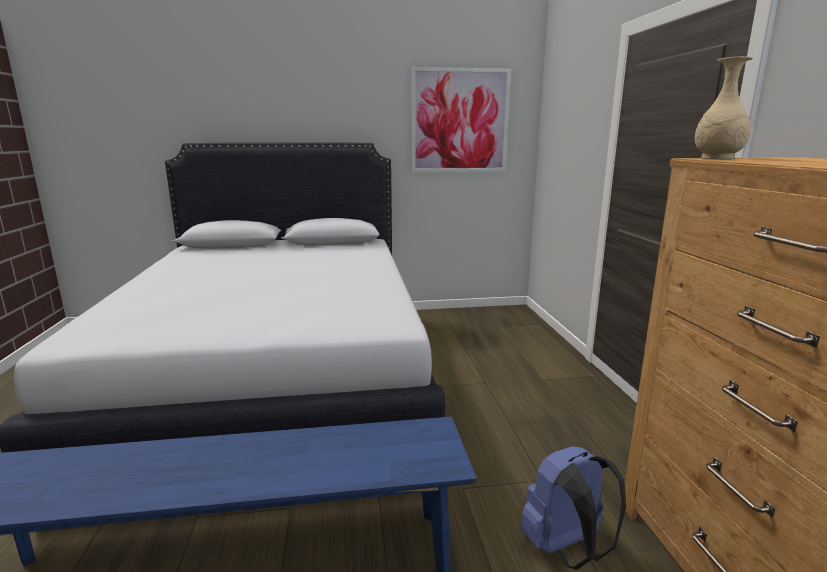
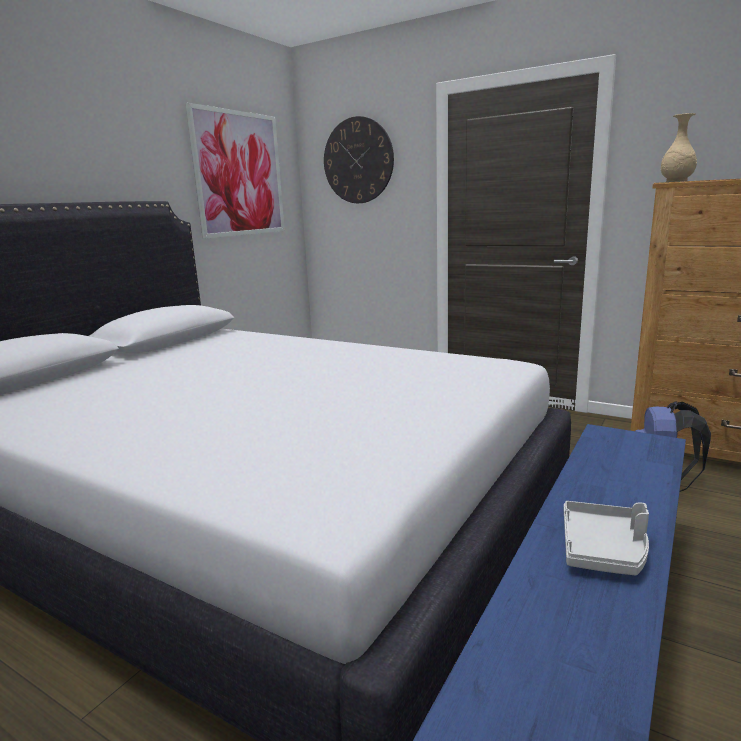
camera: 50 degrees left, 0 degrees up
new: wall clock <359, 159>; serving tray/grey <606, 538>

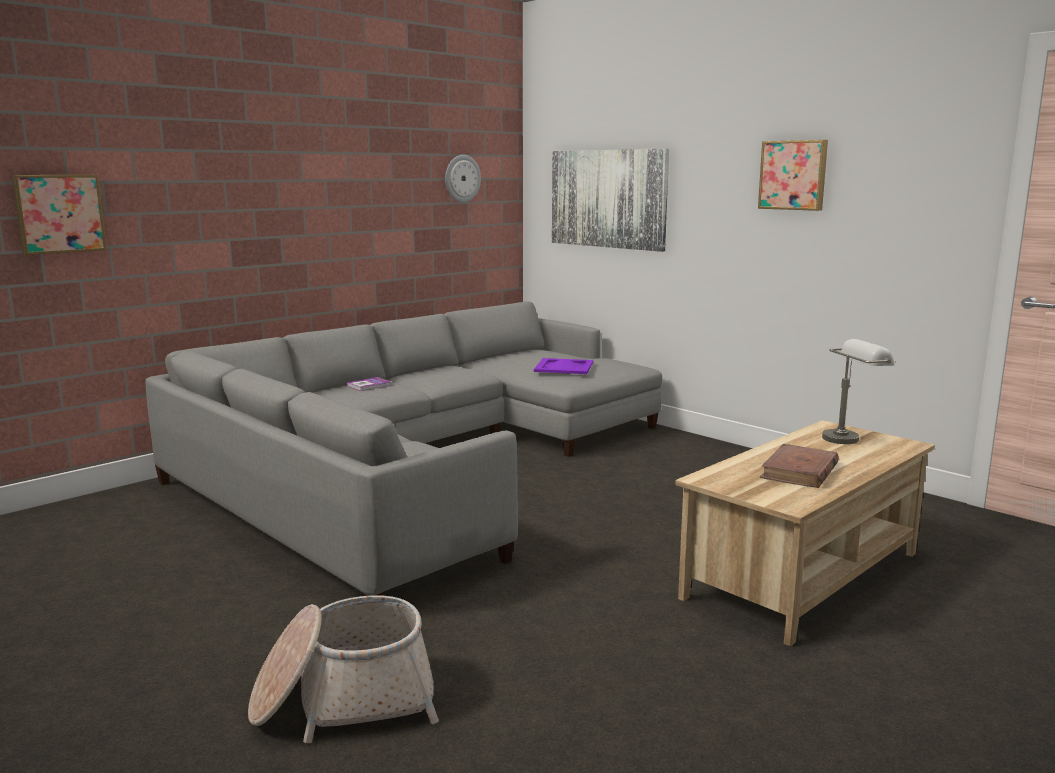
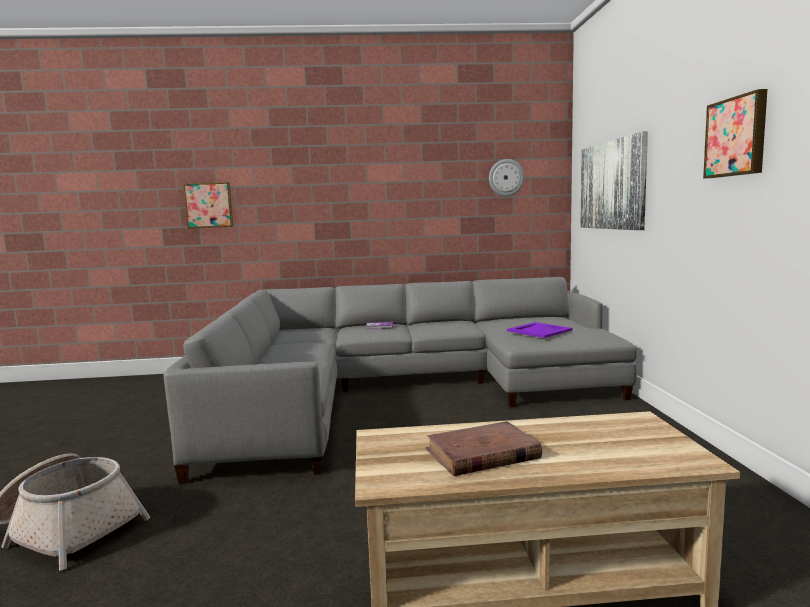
camera: 40 degrees right, 5 degrees down
gone: lamp for a table/grey <858, 391>

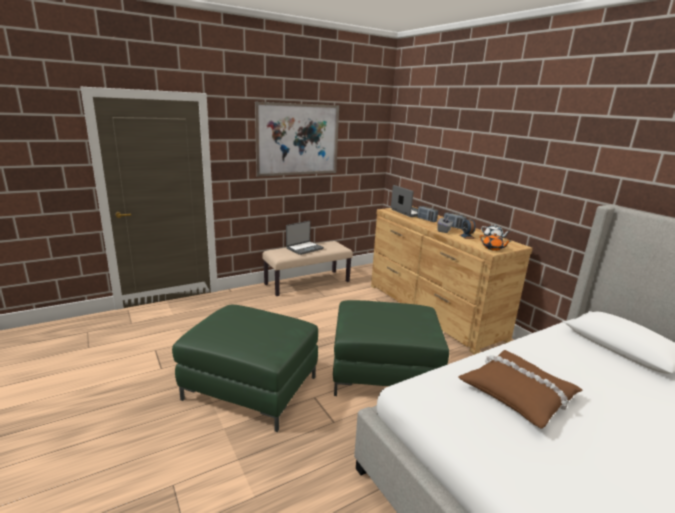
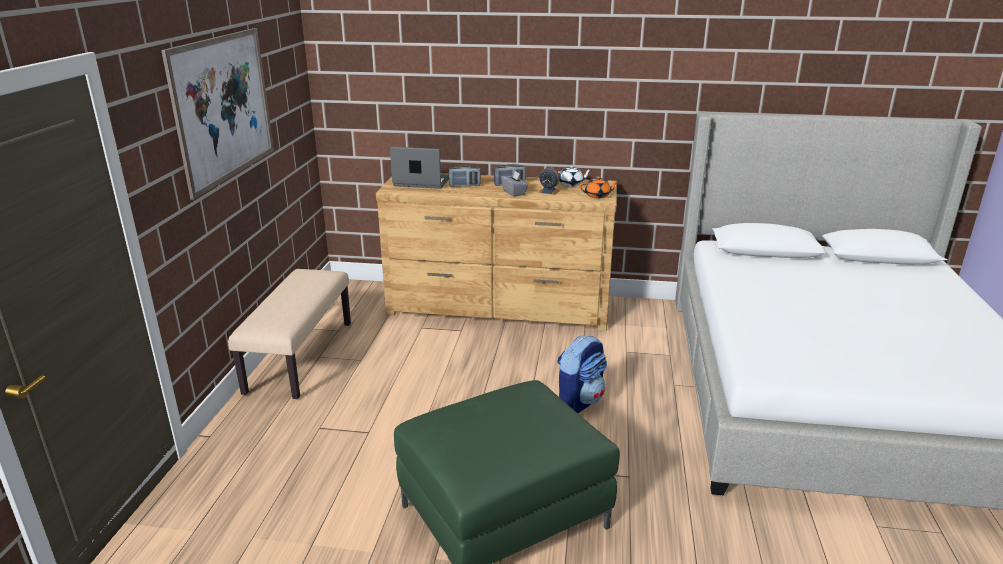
camera: 50 degrees left, 5 degrees up
gone: portable computer <305, 238>; cushion/brown <520, 389>
swapped: pouffe/green <391, 348> to backpack <582, 374>

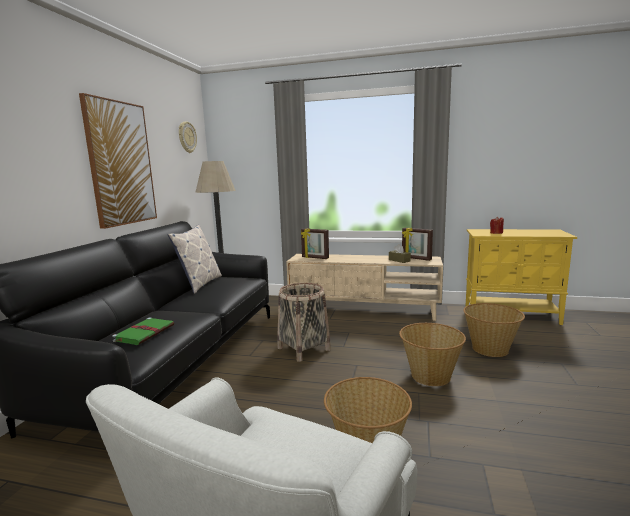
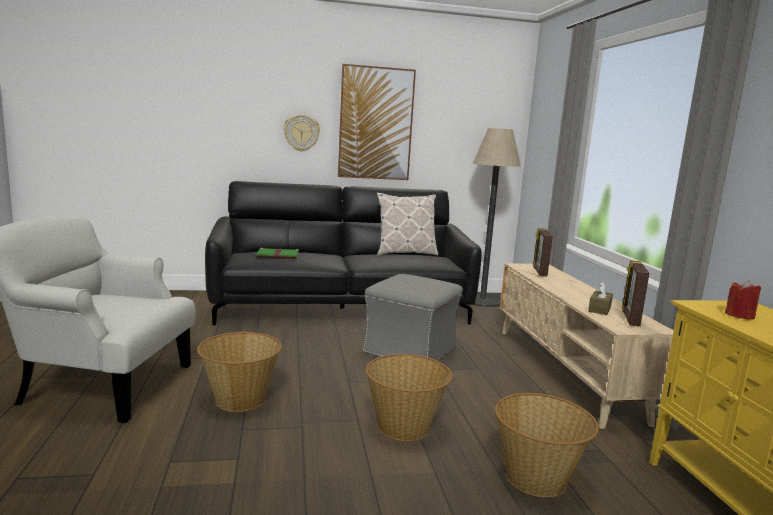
camera: 65 degrees right, 0 degrees up
shifted: wall clock <188, 137> to <301, 132>
swapped: basket <304, 322> to pouffe/grey <413, 317>

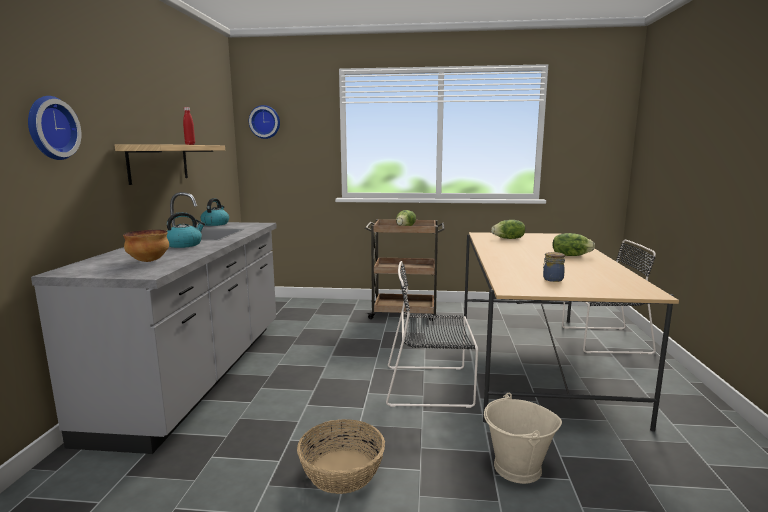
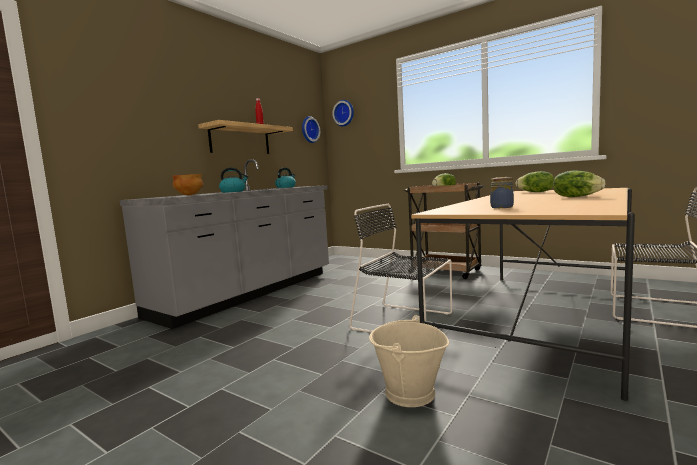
camera: 30 degrees right, 5 degrees down
gone: basket <341, 456>
shifted: wall clock <54, 128> to <311, 129>

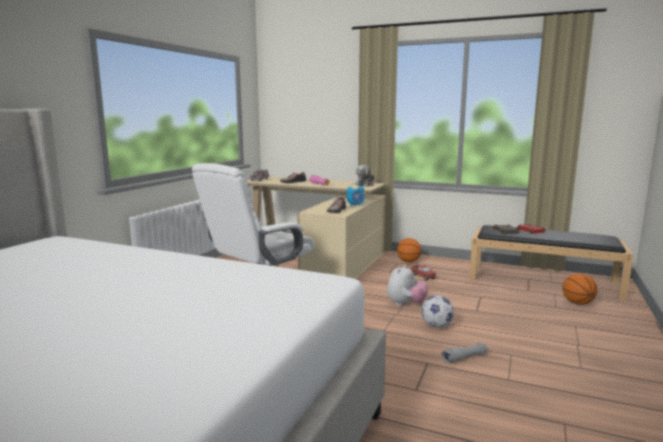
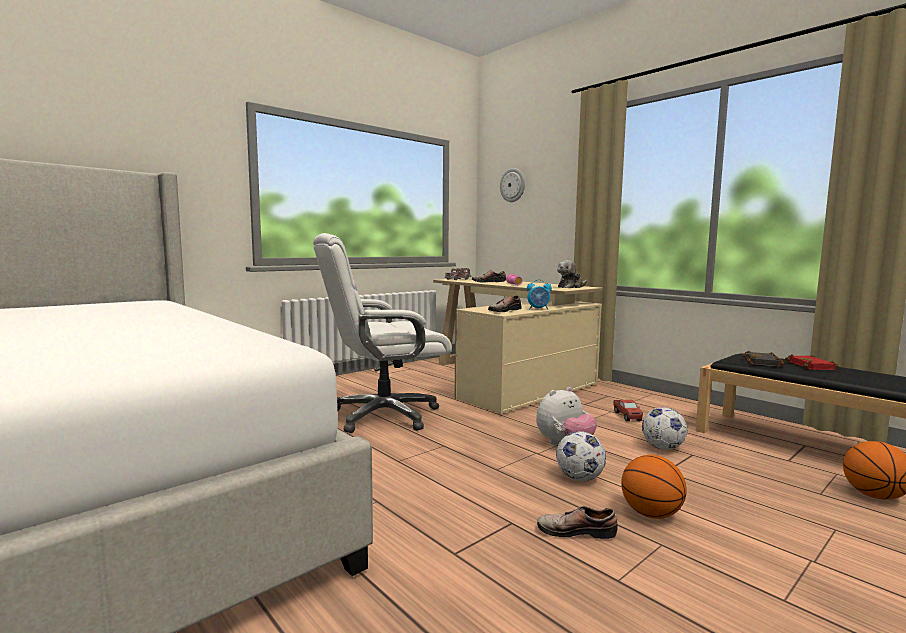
camera: 25 degrees right, 5 degrees down
new: wall clock <512, 185>; football ball <664, 428>
shifted: basketball ball <409, 250> to <654, 487>
swapped: hand torch/grey <464, 353> to item of footwear <577, 522>

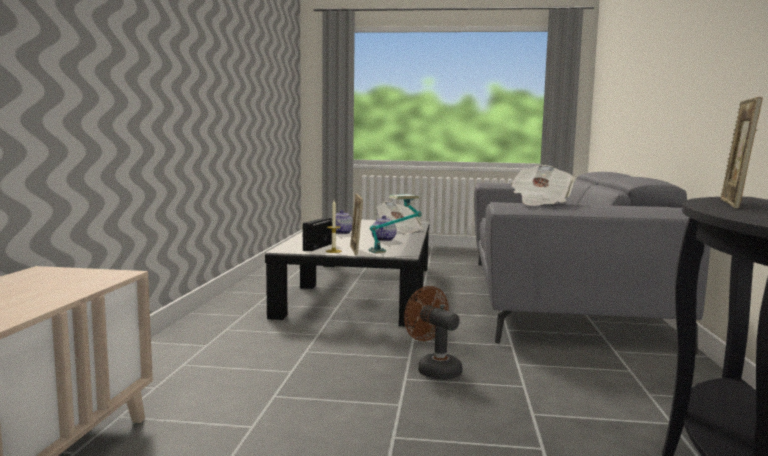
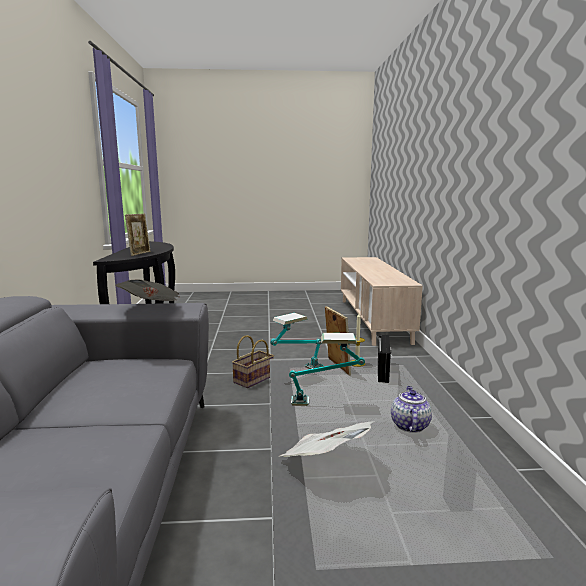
camera: 170 degrees right, 5 degrees up
swapped: tea pot <384, 228> to lamp for a table <327, 369>; fan/brown <433, 333> to basket <253, 361>

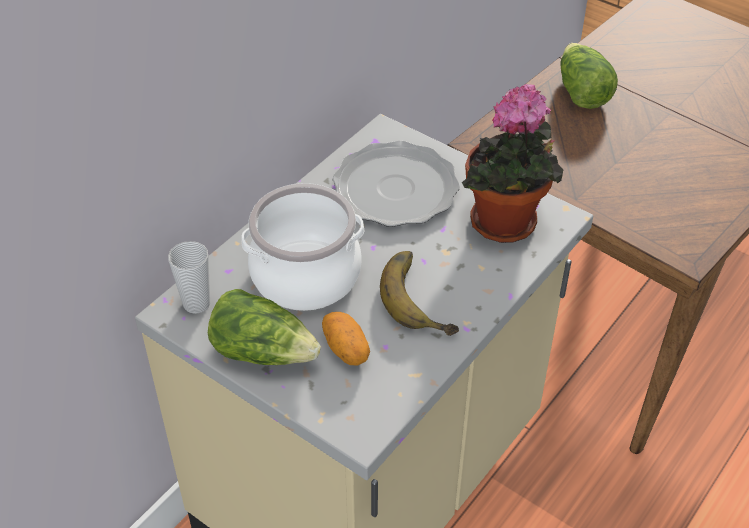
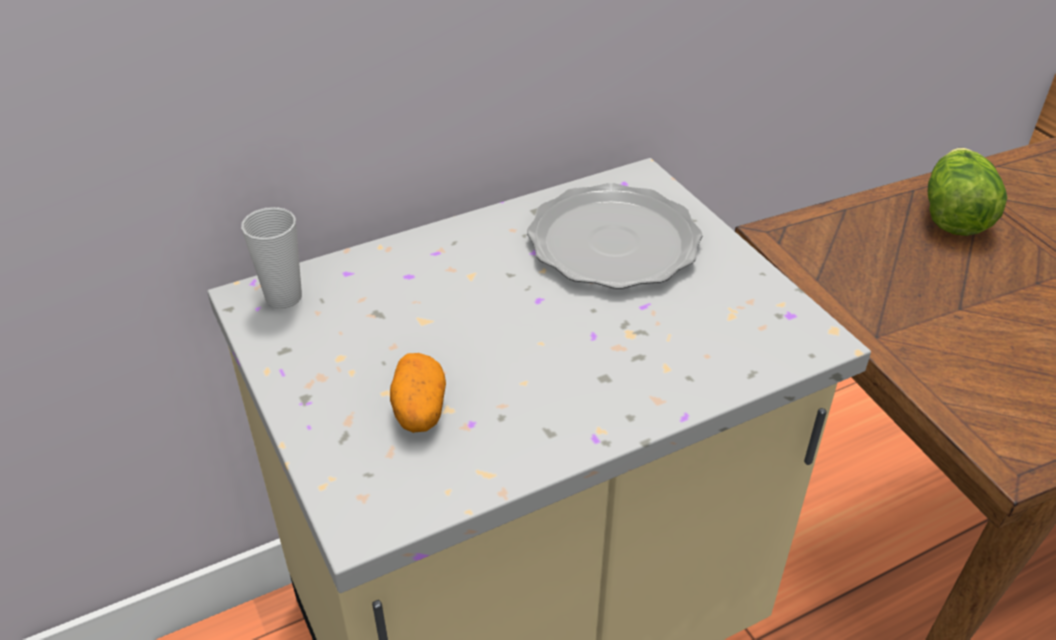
camera: 25 degrees right, 5 degrees down
gone: head of lettuce <264, 327>; stockpot <303, 247>; whole banana <419, 293>; potted plant <512, 163>

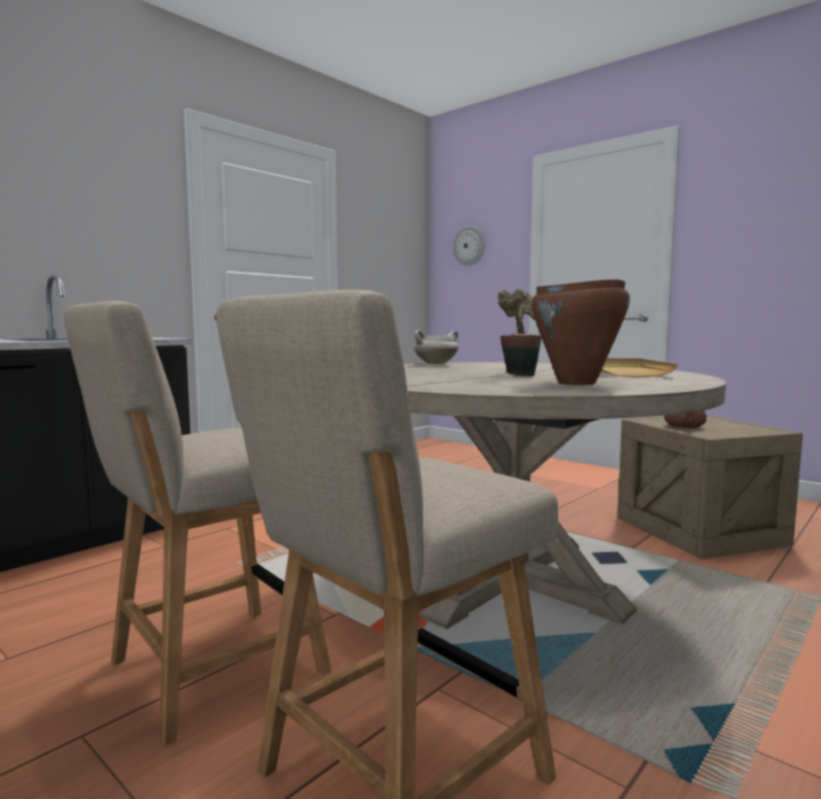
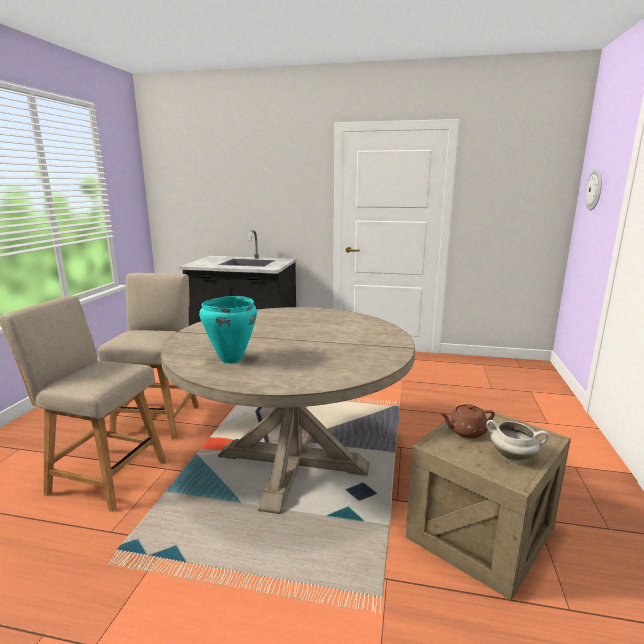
camera: 60 degrees right, 10 degrees up
gone: potted plant <520, 332>; serving tray/sand-coloured <639, 367>
shifted: stockpot/whitish <436, 347> to <517, 440>
repainted: stockpot/brown <580, 332> to stockpot/turquoise <228, 329>
rotated: plain chair/sand-coloured <197, 523> = <148, 356> 75 degrees clockwise

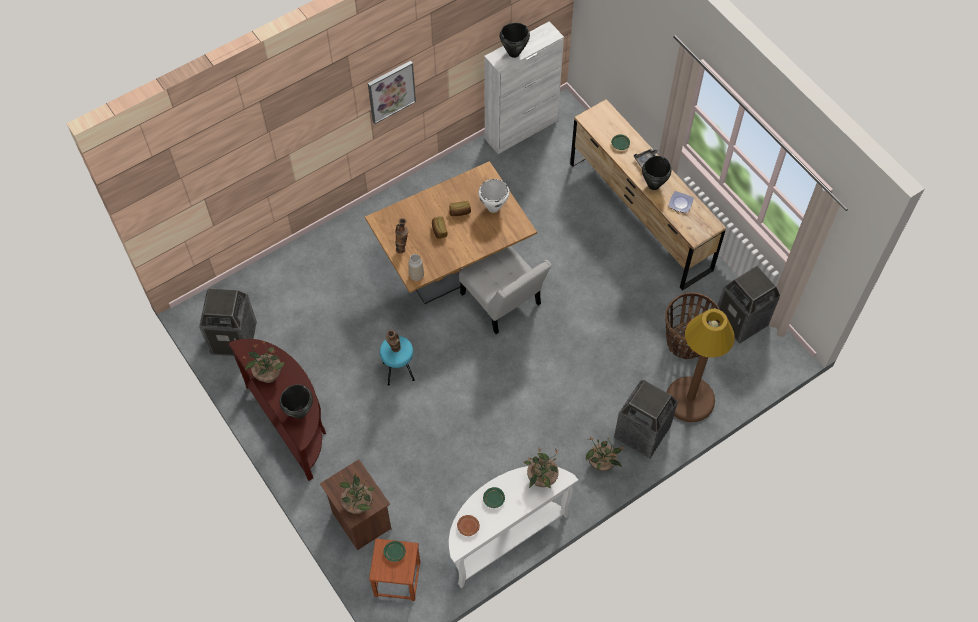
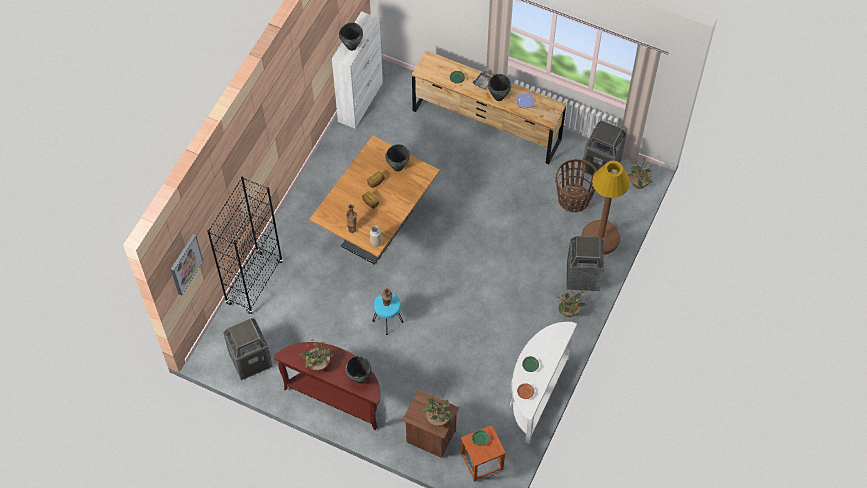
camera: 30 degrees left, 0 degrees up
gone: plain chair/whitish <505, 290>
new: bookshelf/black <245, 245>
shifted: picture <392, 92> to <187, 265>; potted plant <541, 467> to <640, 173>
repainted: stockpot/whitish <494, 196> to stockpot/black <397, 158>

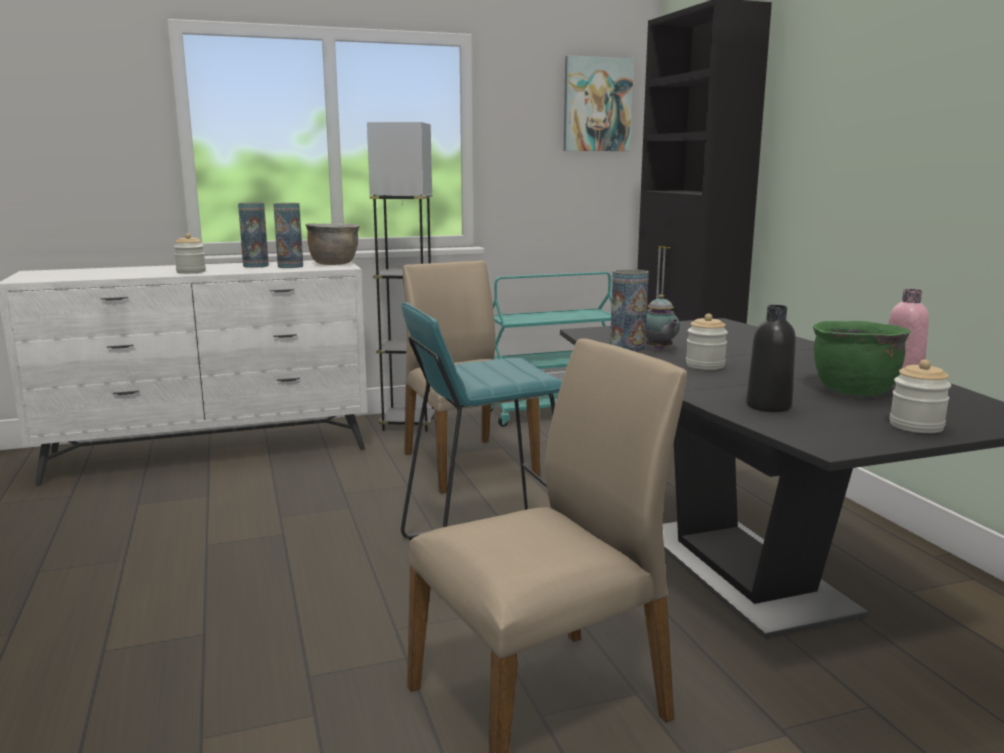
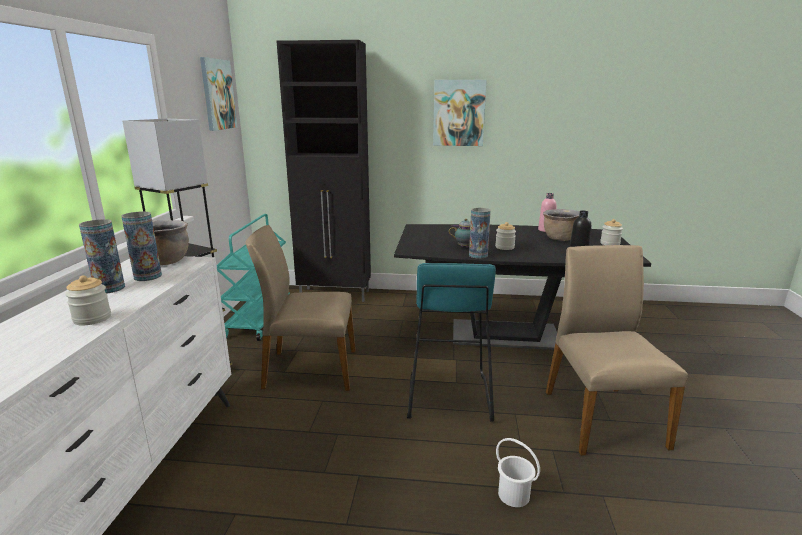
camera: 65 degrees left, 5 degrees up
new: picture <460, 113>; pail/whitish <518, 472>
repainted: stockpot/green <862, 358> to stockpot/brown <561, 225>

